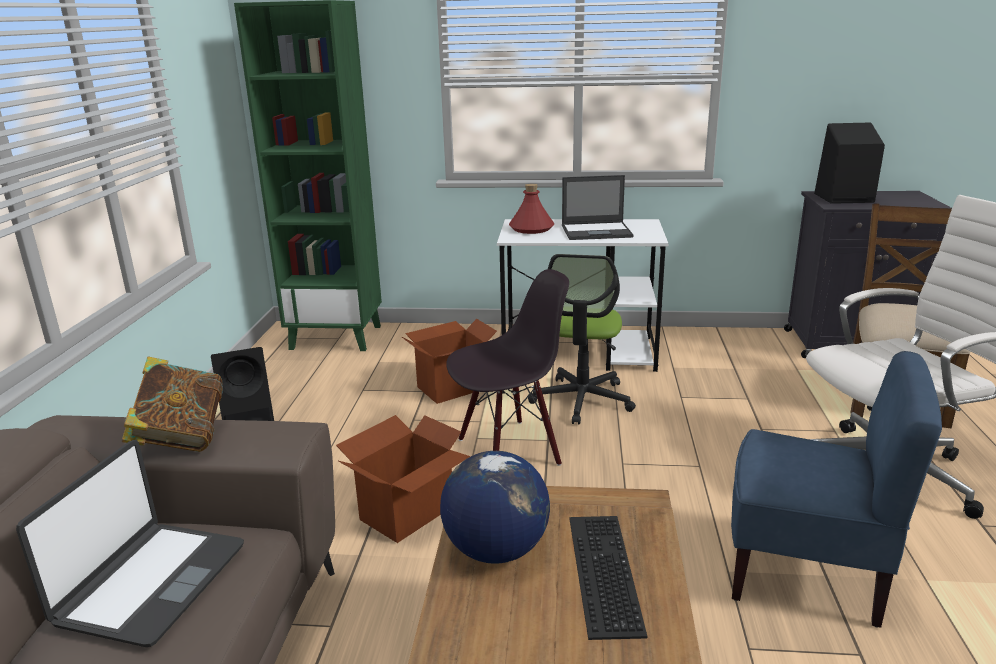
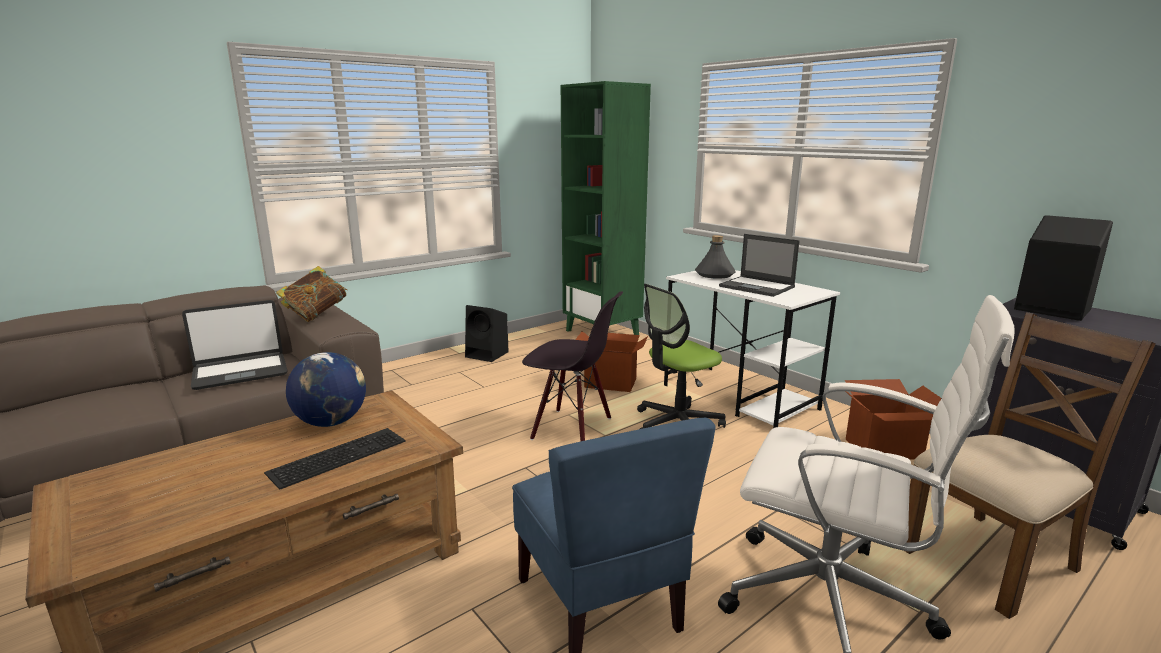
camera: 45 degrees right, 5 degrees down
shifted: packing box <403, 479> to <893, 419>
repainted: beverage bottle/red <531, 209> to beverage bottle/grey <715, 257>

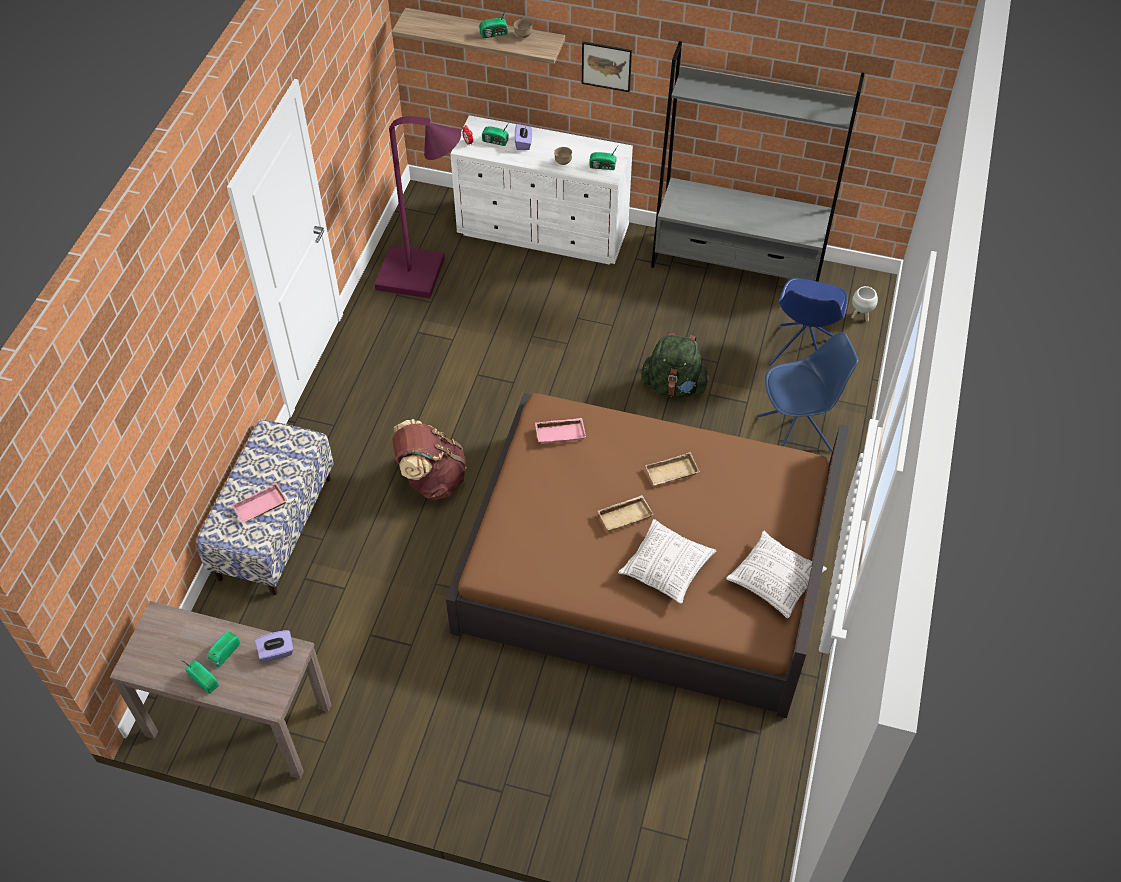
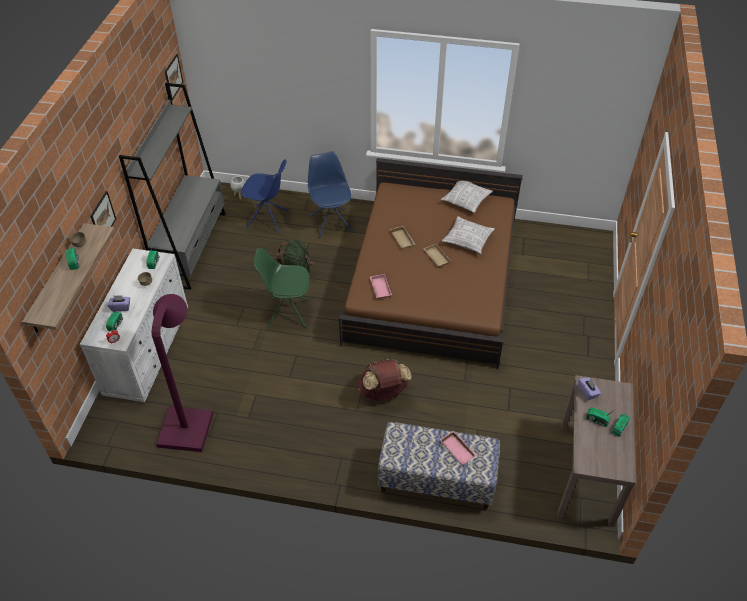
camera: 95 degrees left, 5 degrees down
new: picture <174, 77>; plain chair/green <282, 288>

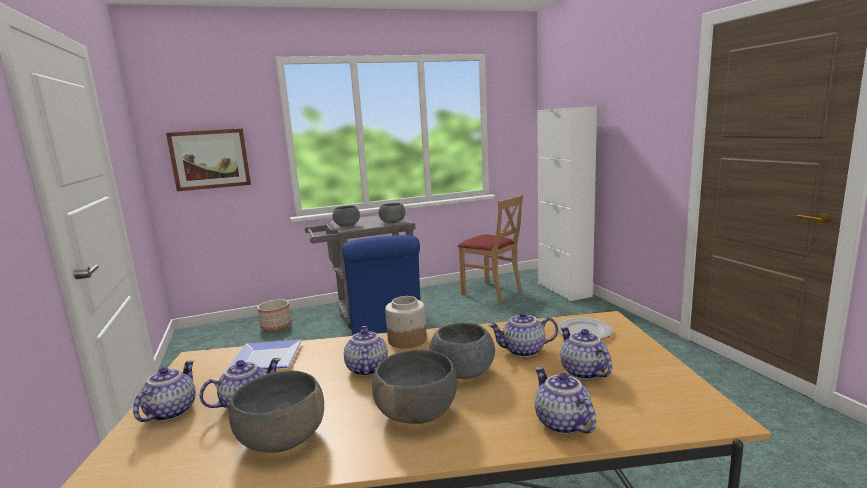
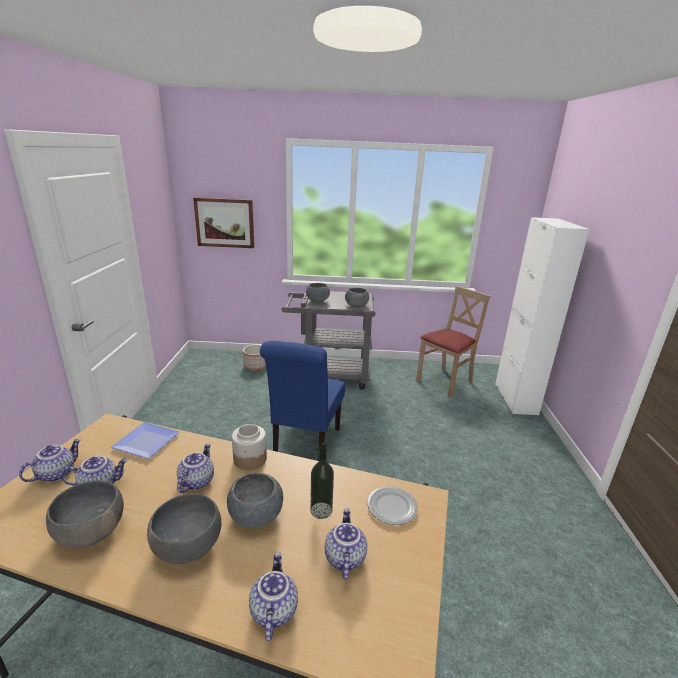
camera: 20 degrees right, 10 degrees up
swapped: tea pot <523, 334> to beverage bottle <322, 481>
rotated: plain chair/sand-coloured <490, 249> = <453, 341> 105 degrees counterclockwise

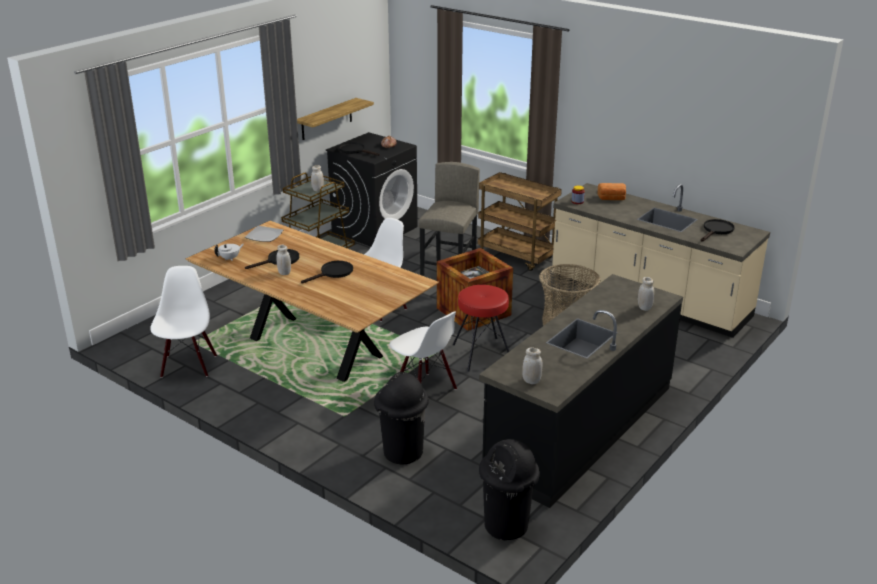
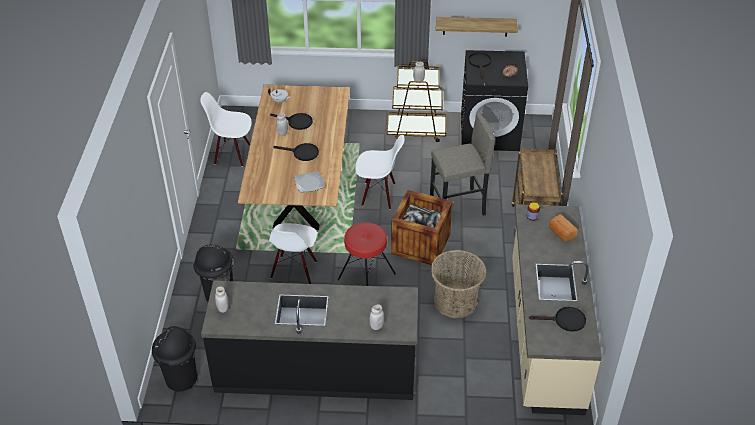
camera: 55 degrees right, 15 degrees up
shifted: plate <264, 234> to <309, 181>
rotated: plain chair/whitish <183, 322> = <226, 129> 135 degrees counterclockwise

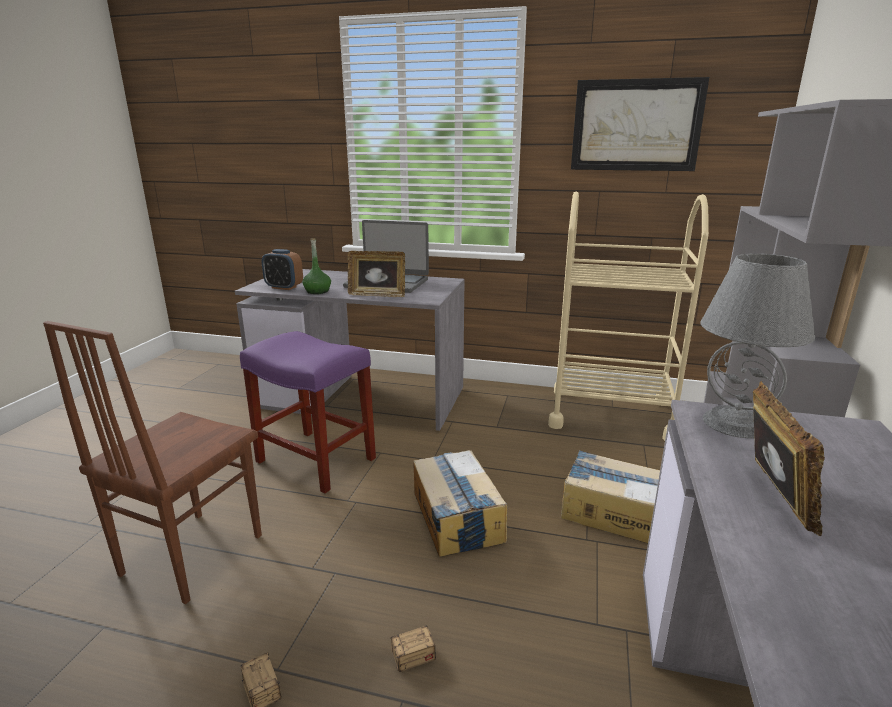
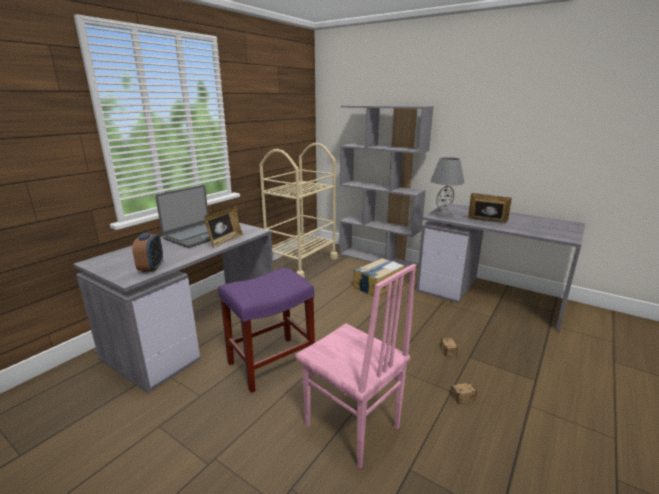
camera: 70 degrees left, 0 degrees up
gone: beverage bottle/green <316, 266>; packing box <460, 503>; picture <640, 124>
repainted: plain chair/brown <152, 462> to plain chair/pink-coloured <356, 366>
rotated: table clock <282, 269> = <147, 252> 45 degrees counterclockwise

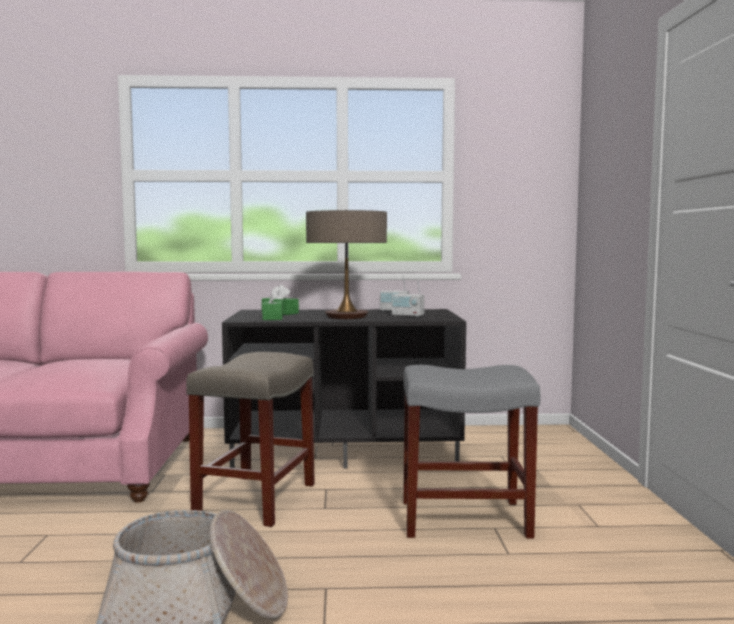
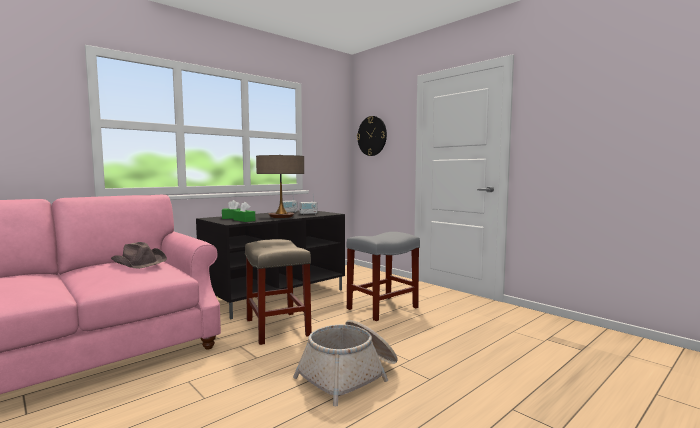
camera: 40 degrees left, 0 degrees up
new: wearable hat/brown <139, 255>; wall clock <372, 136>

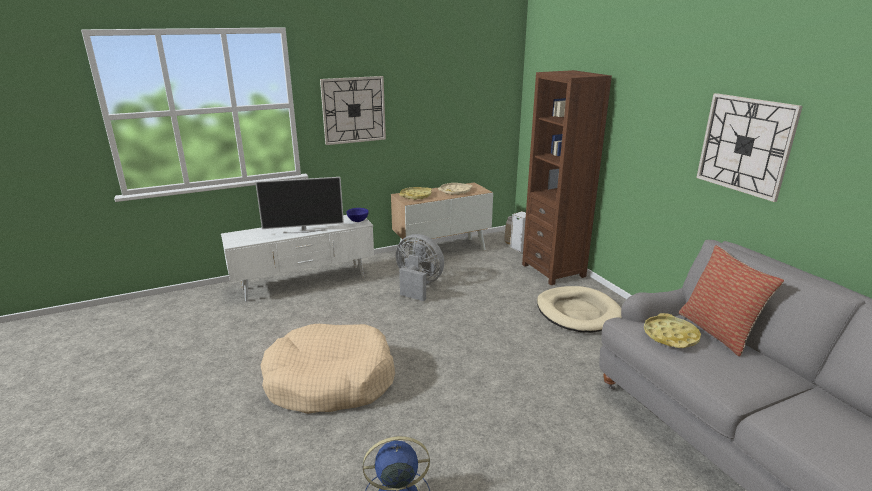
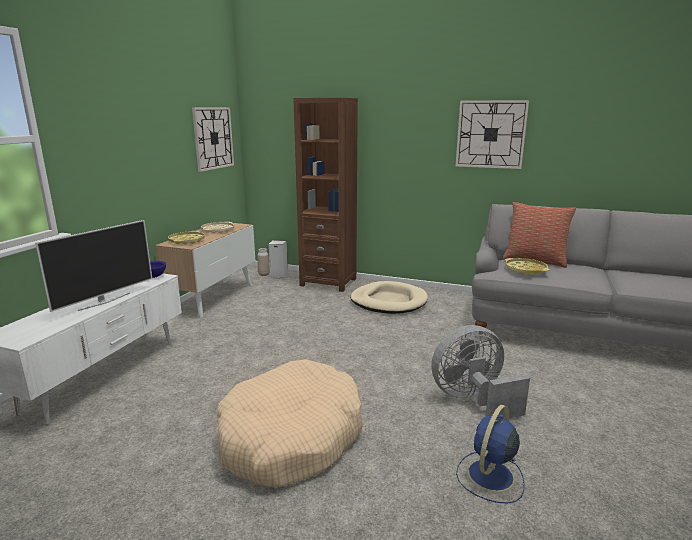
camera: 45 degrees left, 5 degrees down
shifted: wall clock <353, 110> to <213, 139>; fan/grey <420, 267> to <480, 372>

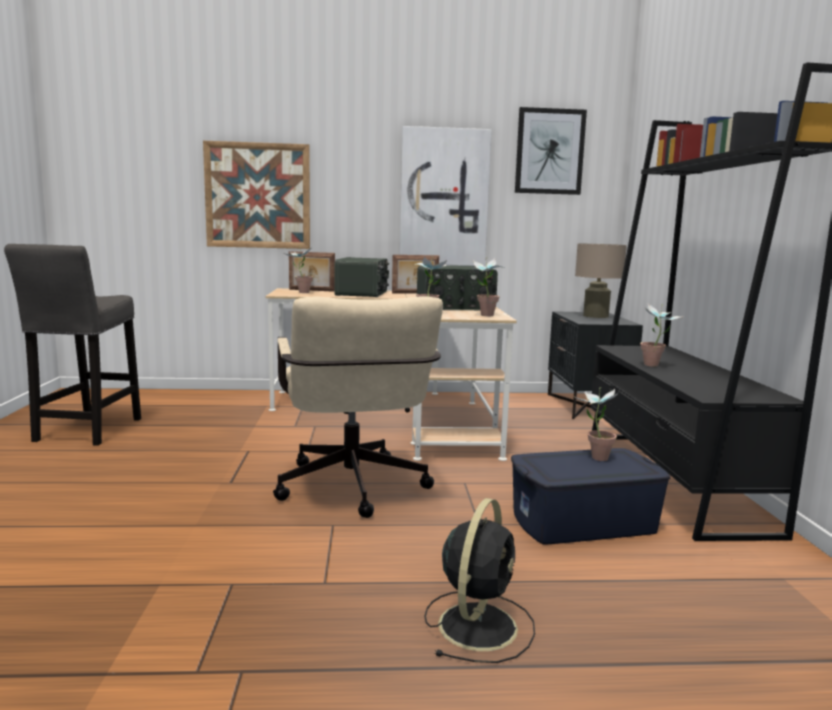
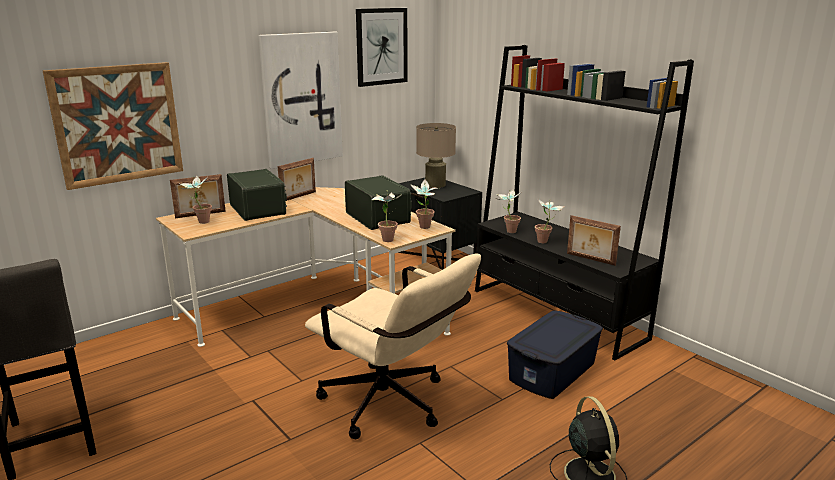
camera: 35 degrees left, 10 degrees up
new: picture frame <594, 240>
shifted: potted plant <597, 424> to <509, 211>
rotated: radio set <457, 287> = <378, 202> 75 degrees counterclockwise

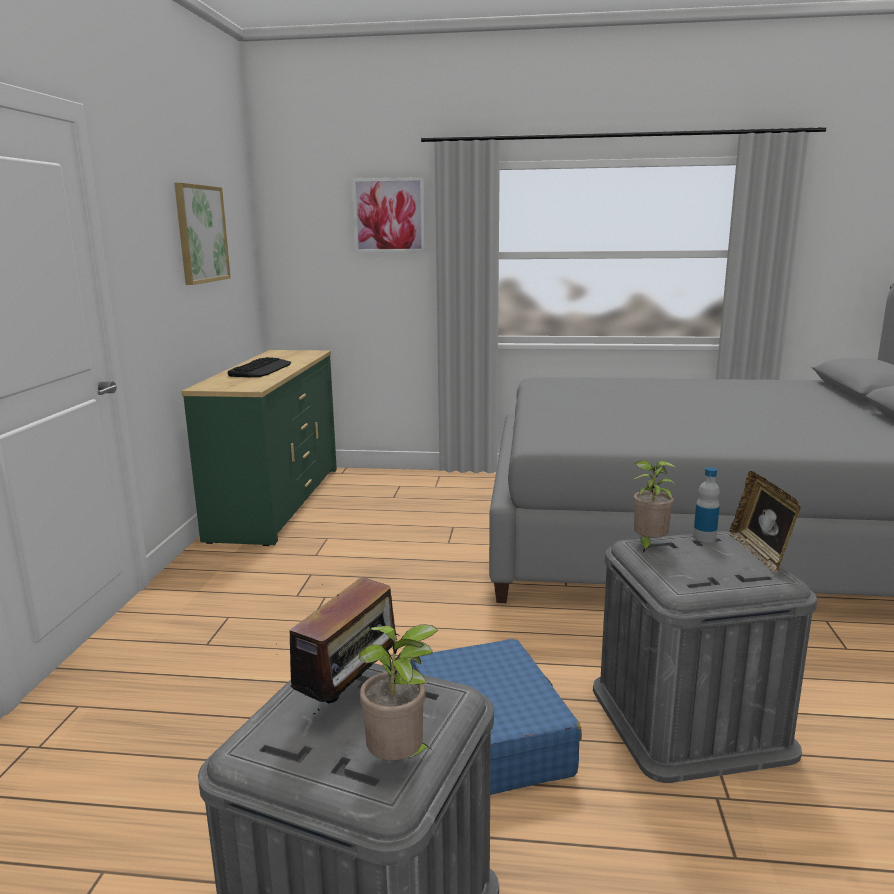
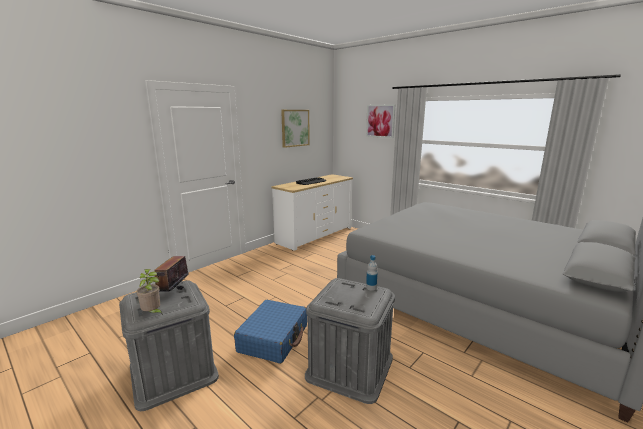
camera: 35 degrees right, 0 degrees up
gone: potted plant <654, 507>; picture frame <765, 522>
repainted: dresser/green <259, 448> to dresser/whitish <312, 212>
rotated: radio set <345, 646> = <171, 274> 120 degrees clockwise

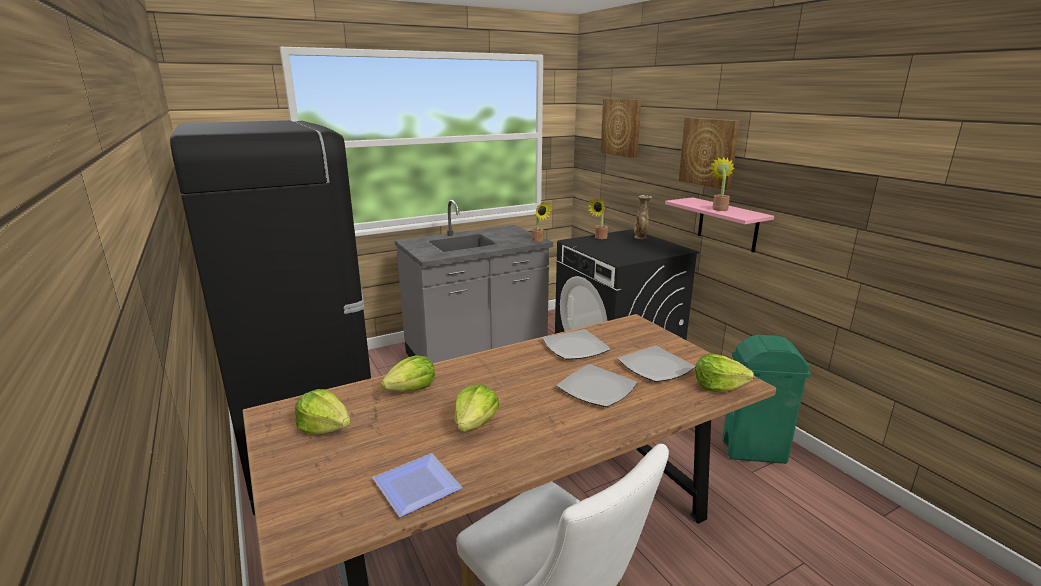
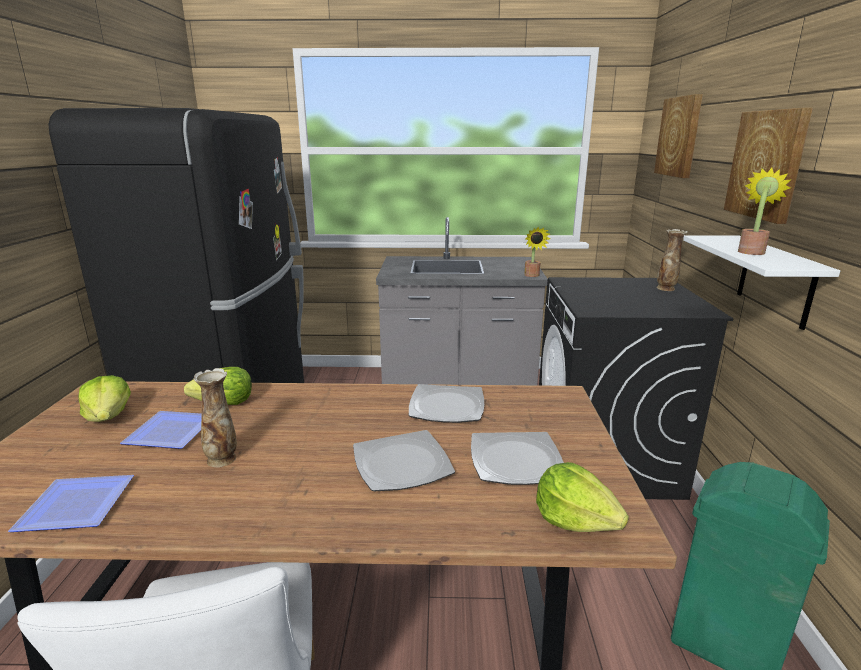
camera: 30 degrees right, 0 degrees up
gone: potted plant <598, 218>
new: plate <161, 430>
swapped: head of lettuce <476, 408> to vase <215, 417>
repainted: bracket shelf/pink-coloured <719, 225> to bracket shelf/whitish <761, 282>

